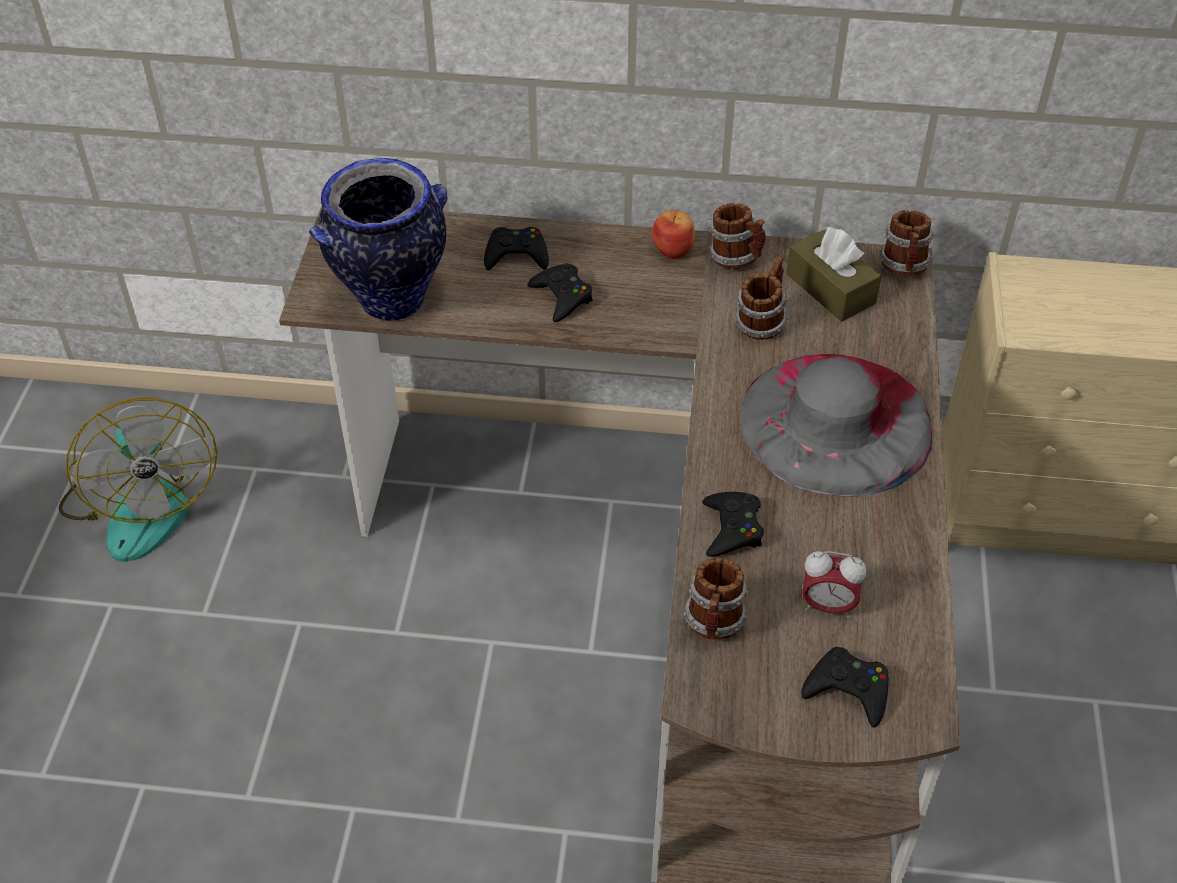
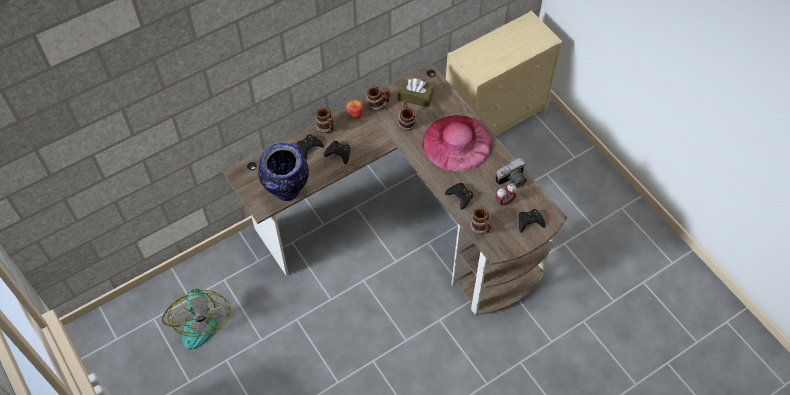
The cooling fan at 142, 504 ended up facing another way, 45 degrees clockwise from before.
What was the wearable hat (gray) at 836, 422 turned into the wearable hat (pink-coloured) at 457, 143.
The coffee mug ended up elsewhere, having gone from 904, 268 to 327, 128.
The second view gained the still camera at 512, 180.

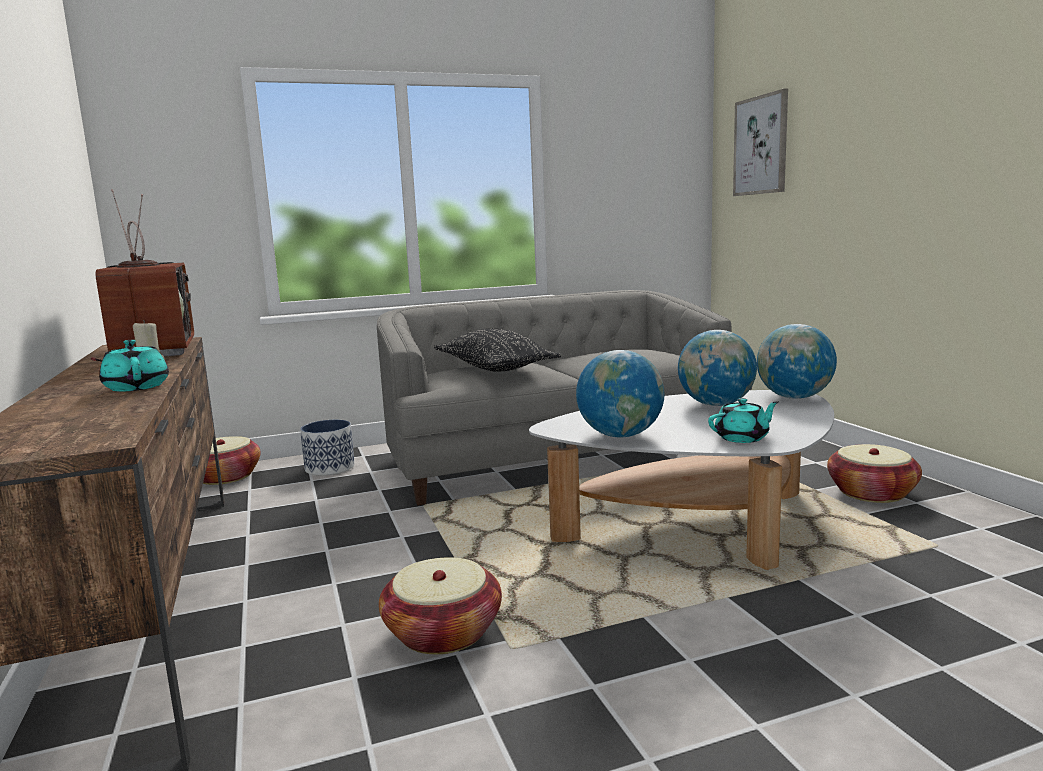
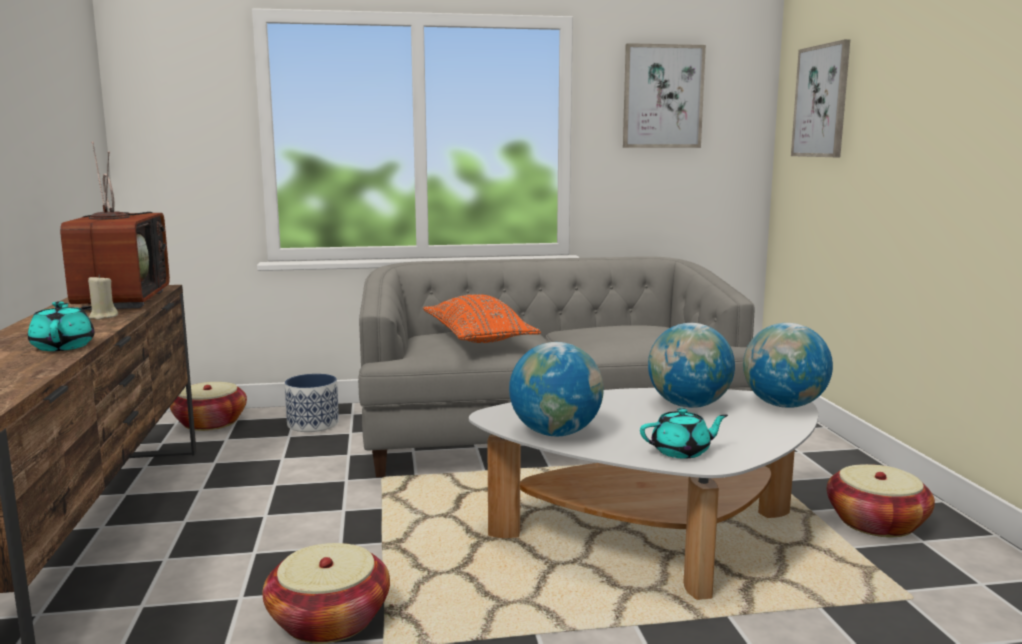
What was the pillow (black) at 494, 368 turned into the pillow (orange-coloured) at 478, 338.
The second view gained the picture at 662, 96.

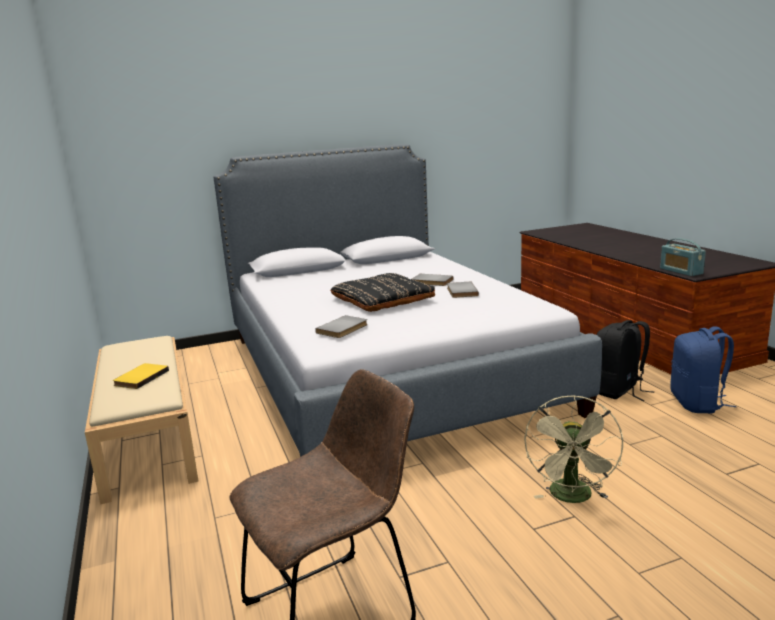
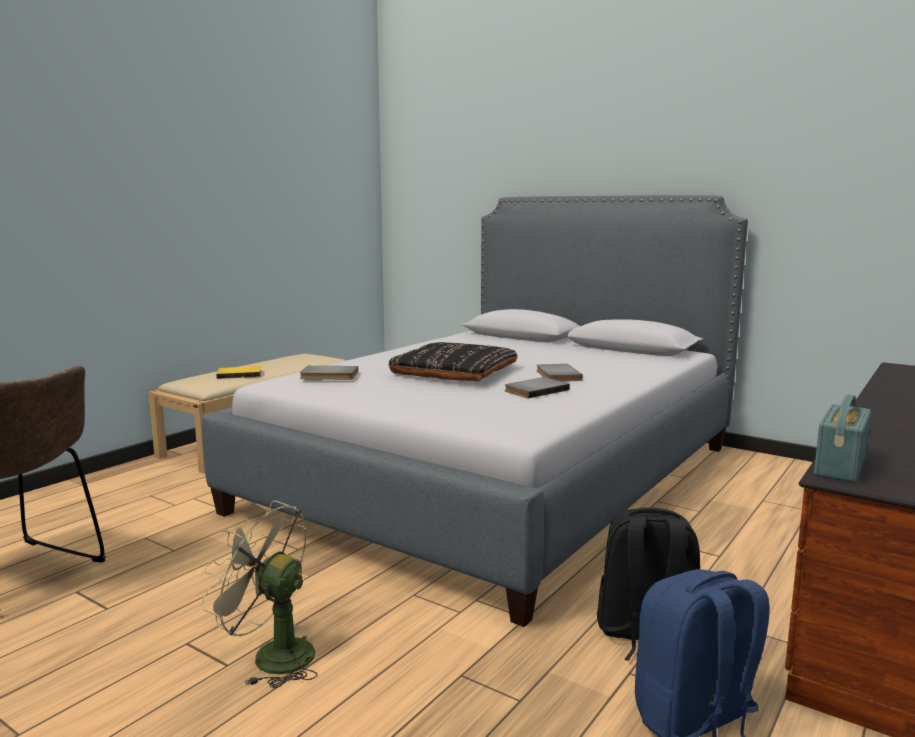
The cooling fan (sand-coloured) at 572, 498 ended up facing another way, 45 degrees clockwise from before.

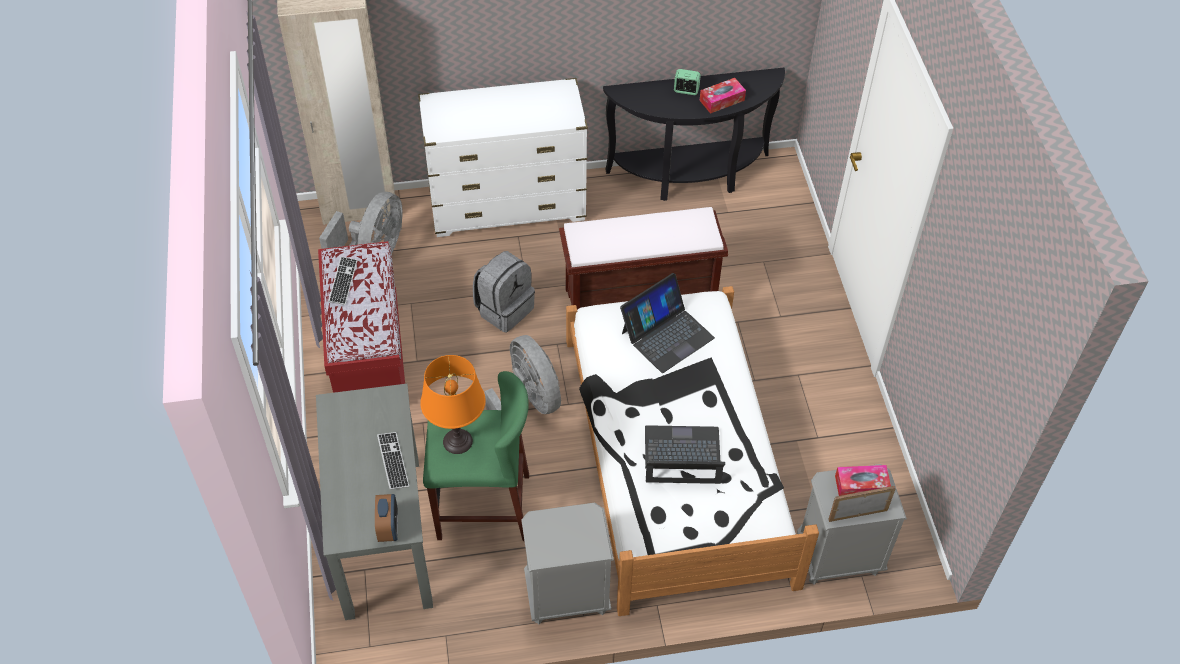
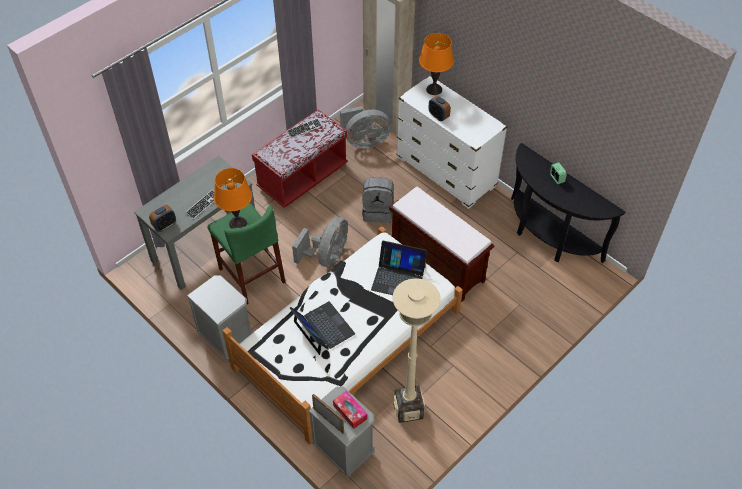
The second view lost the tissue box at 722, 100.
The second view gained the standing lamp (sand-coloured) at 408, 409.
The second view gained the lamp for a table (orange-coloured) at 434, 89.
The second view gained the alarm clock at 438, 116.

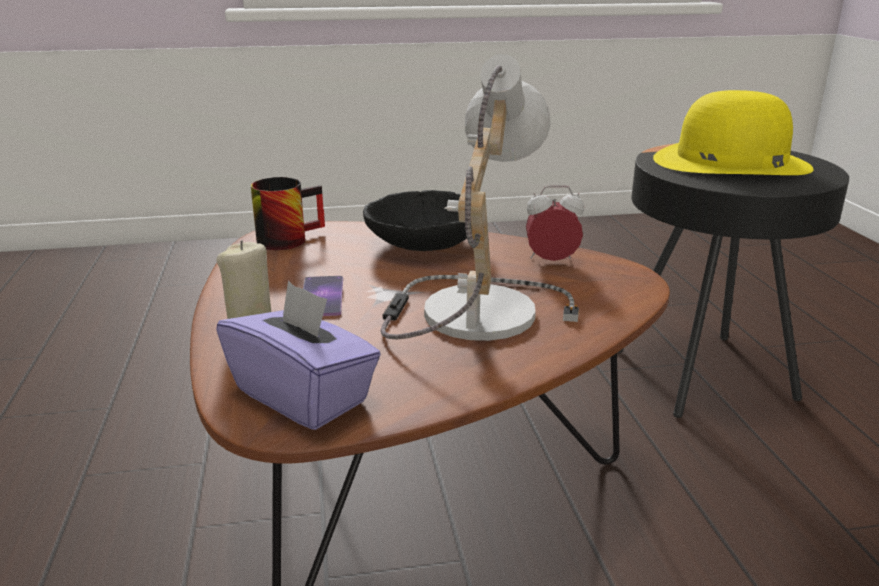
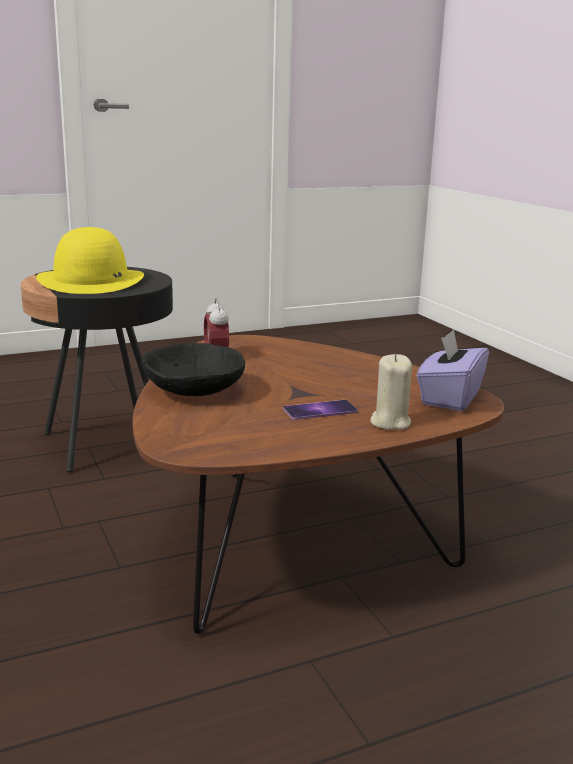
The second view lost the coffee mug at 287, 238.
The second view lost the lamp for a table at 469, 310.

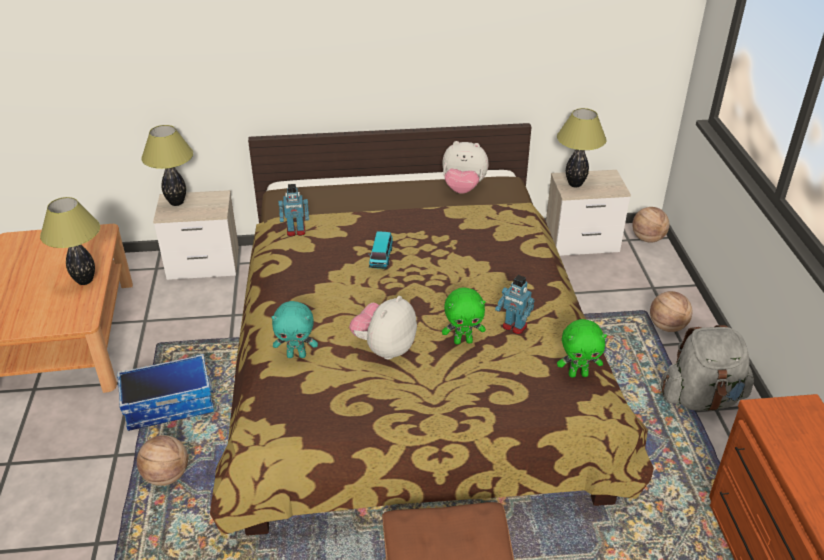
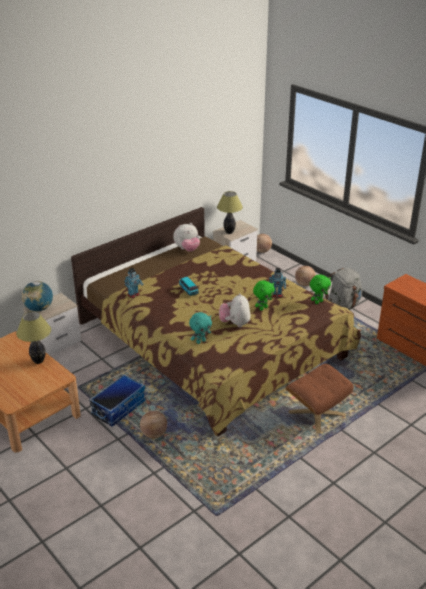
Where the lamp for a table stood at 176, 202, the desk globe came to stand at 39, 308.

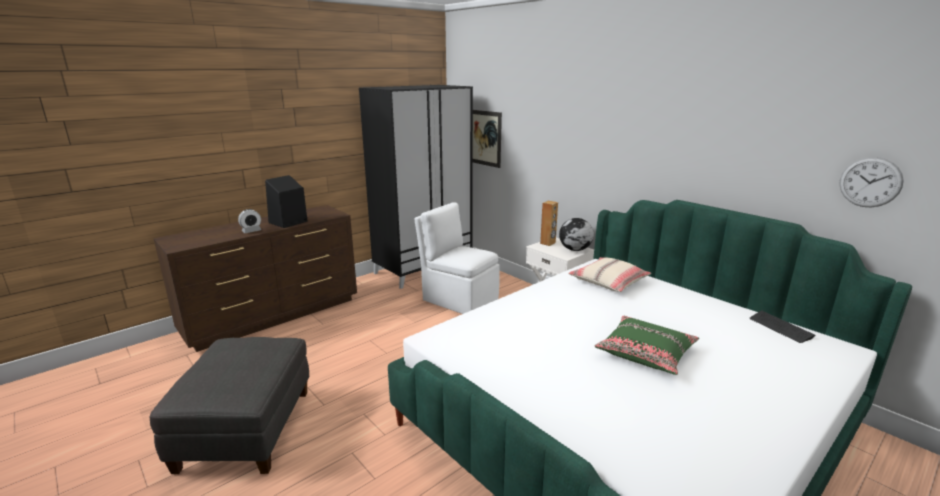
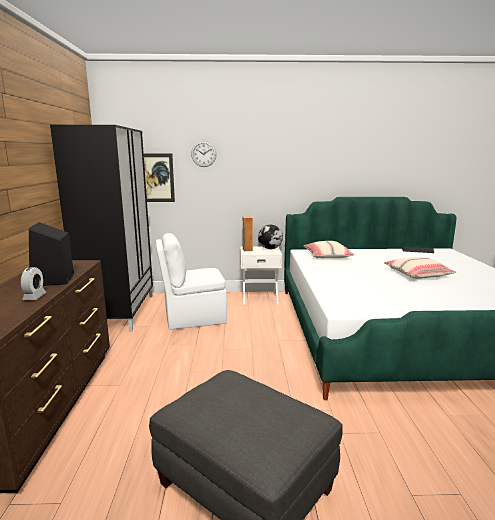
What was the pillow (greenish) at 645, 353 turned into the pillow (sand-coloured) at 417, 274.
The clock on the wall ended up elsewhere, having gone from 870, 182 to 203, 154.

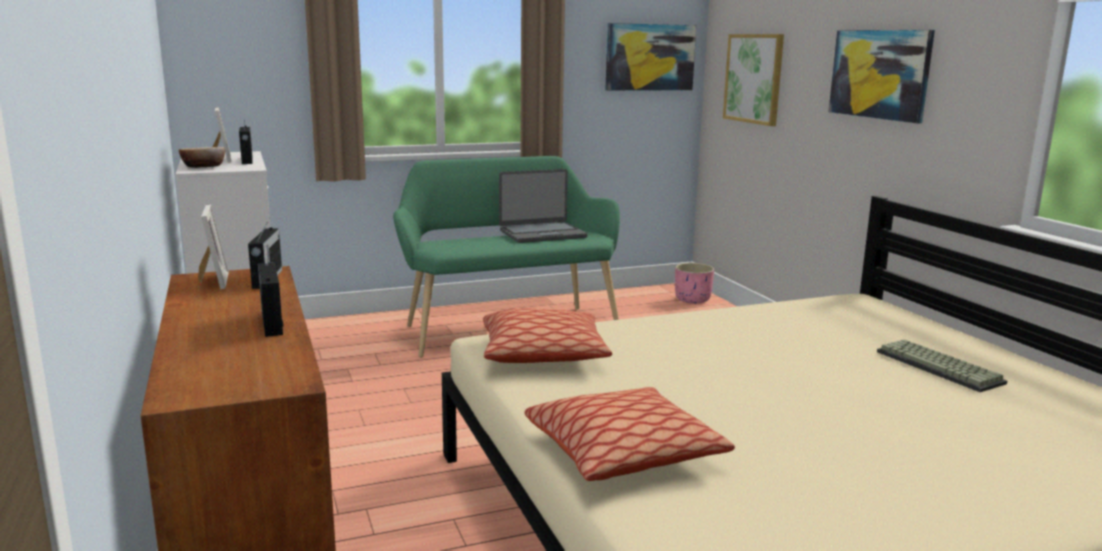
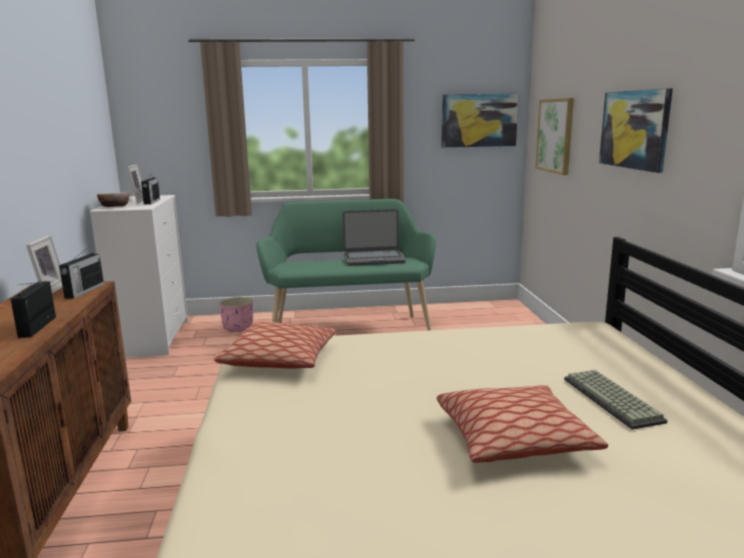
The pillow ended up elsewhere, having gone from 623, 452 to 513, 439.
The planter (pink-coloured) ended up elsewhere, having gone from 693, 300 to 238, 328.

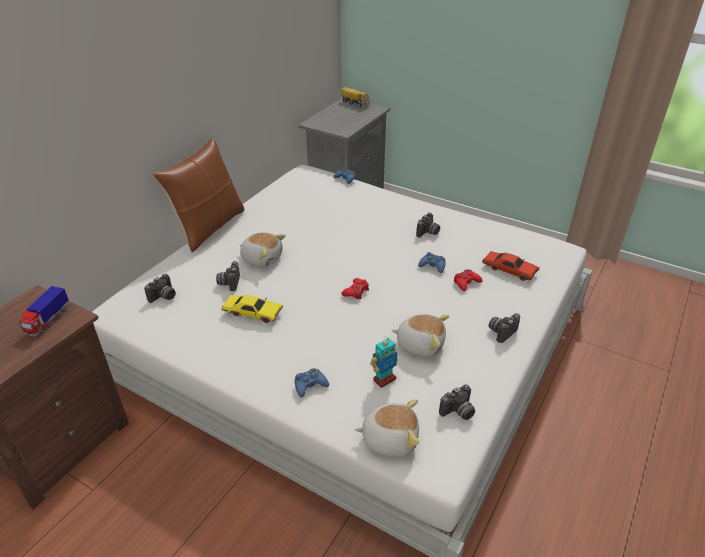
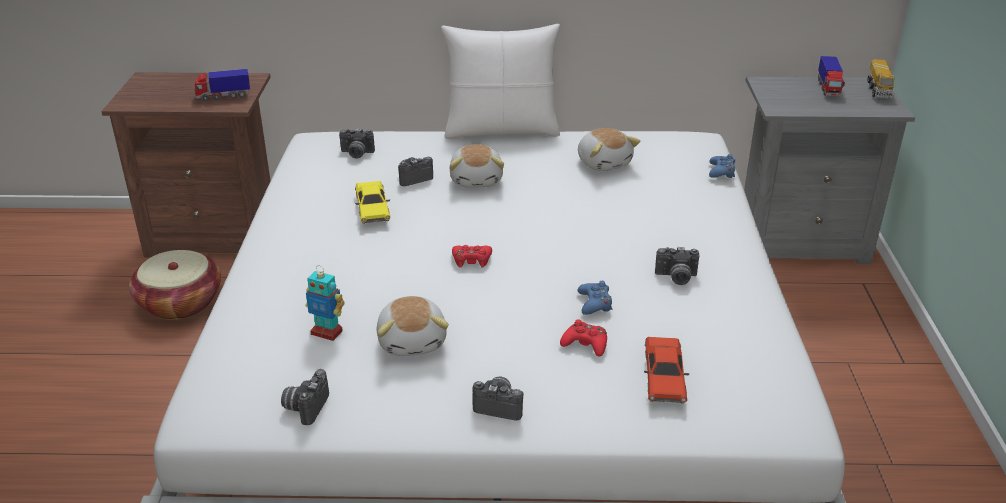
What was the pillow (brown-coloured) at 209, 227 turned into the pillow (whitish) at 501, 130.
The second view lost the game controller (blue-coloured) at 310, 385.
The cuddly toy ended up elsewhere, having gone from 389, 438 to 604, 163.
The still camera at 458, 412 ended up facing another way, 75 degrees clockwise from before.
The second view gained the household basket at 180, 303.
The second view gained the model truck at 828, 88.

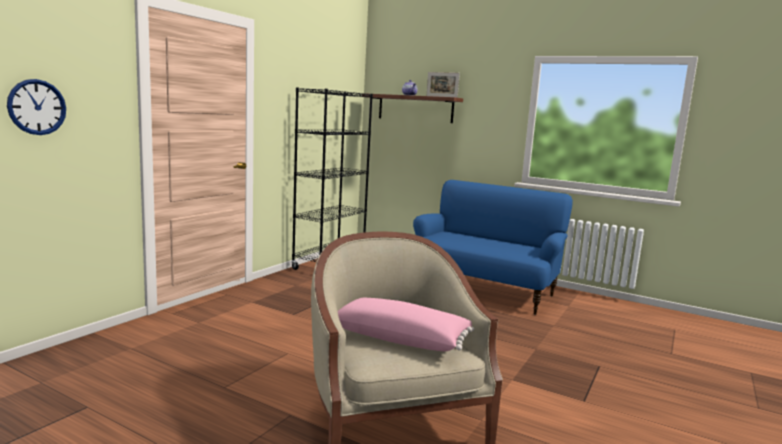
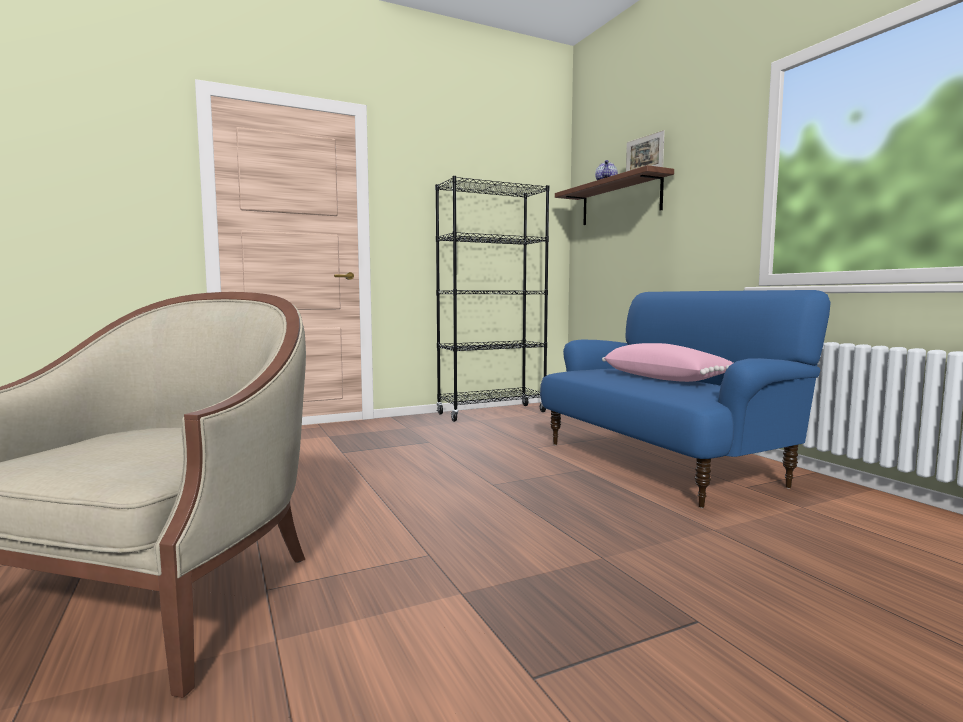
The second view lost the clock on the wall at 37, 107.
The pillow (pink-coloured) ended up elsewhere, having gone from 401, 339 to 665, 379.

